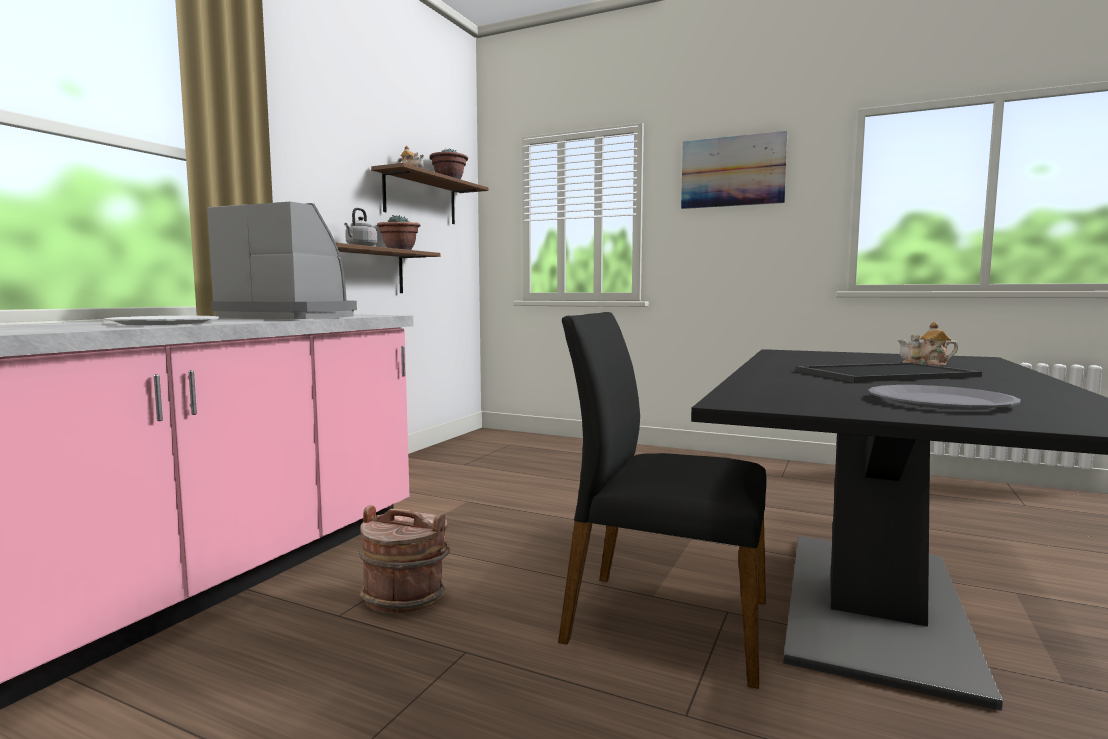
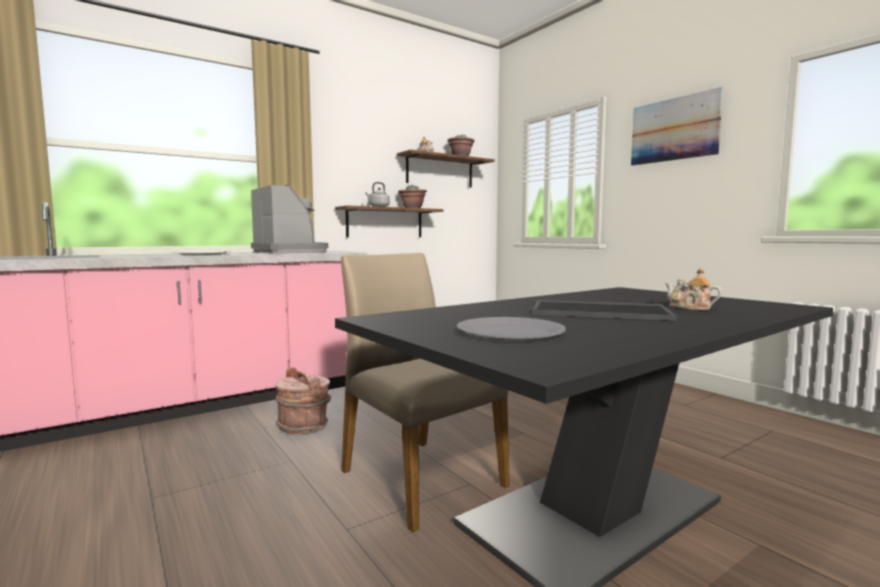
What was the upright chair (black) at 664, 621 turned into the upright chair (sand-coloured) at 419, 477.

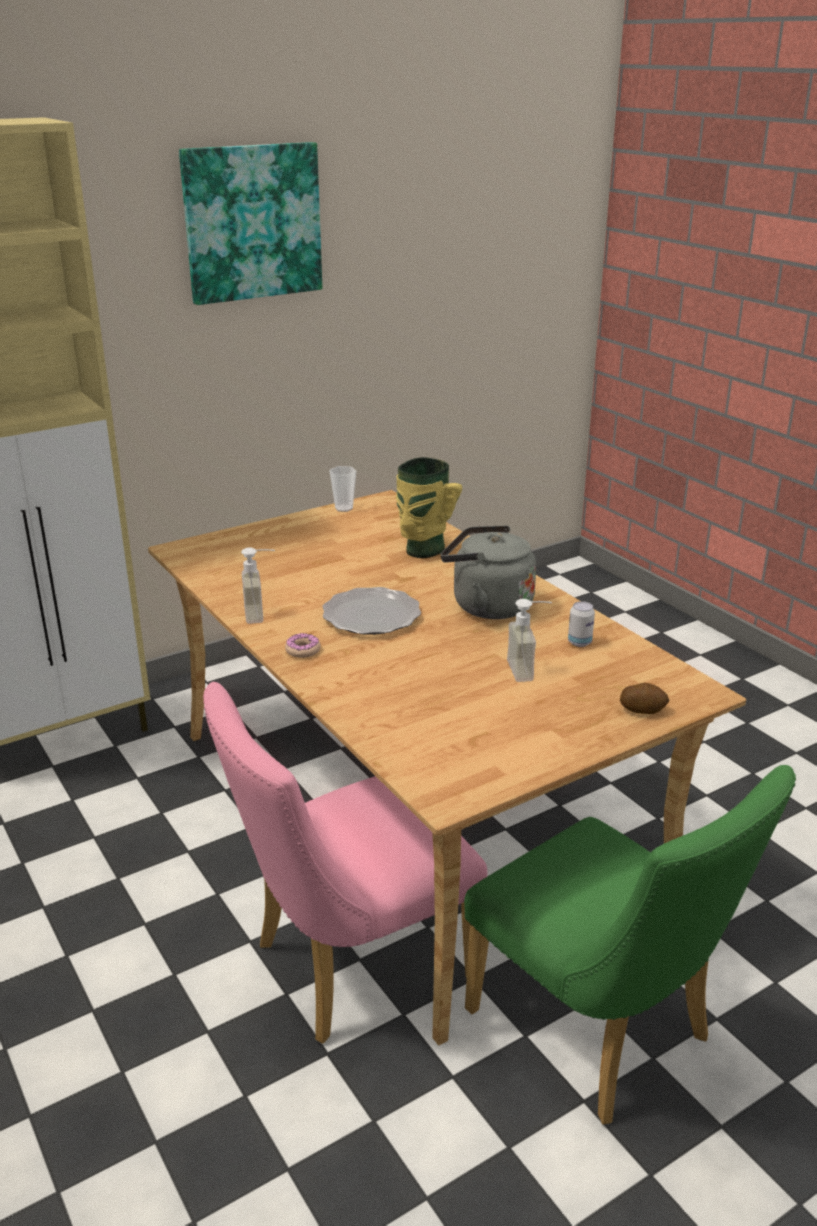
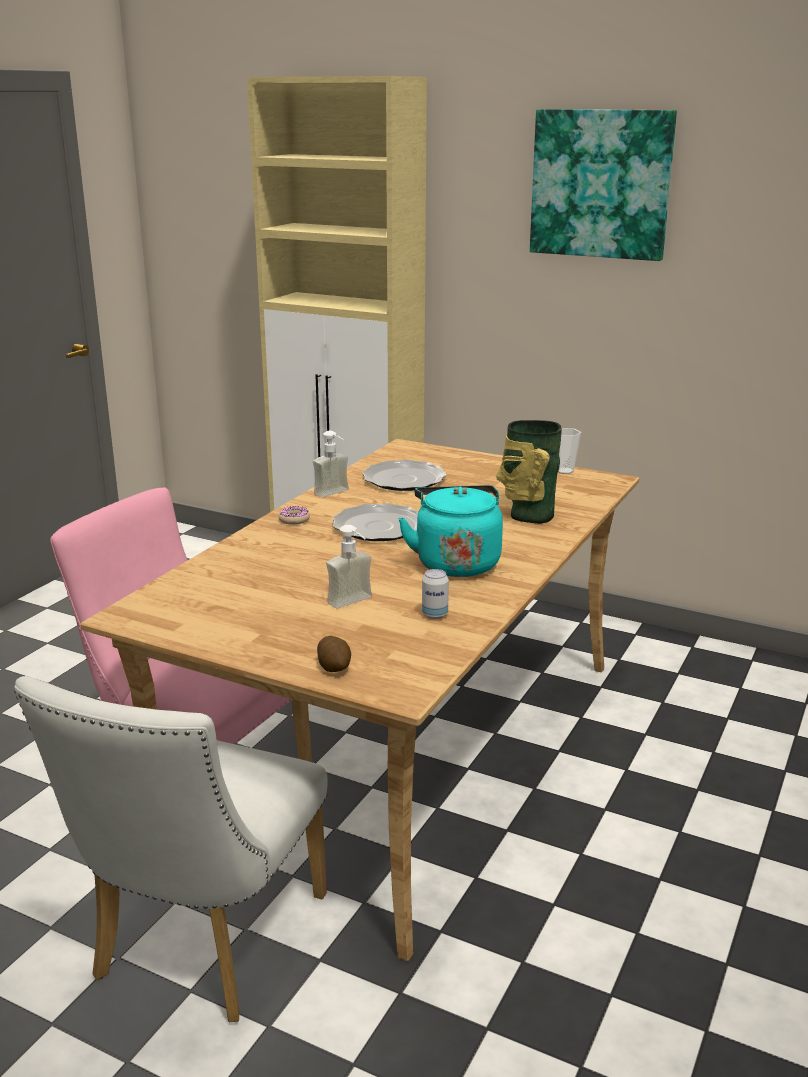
What was the tea kettle (gray) at 487, 606 turned into the tea kettle (blue-green) at 456, 562.
What was the upright chair (greenish) at 601, 1034 turned into the upright chair (whitish) at 201, 947.
The second view gained the flat dish at 403, 479.

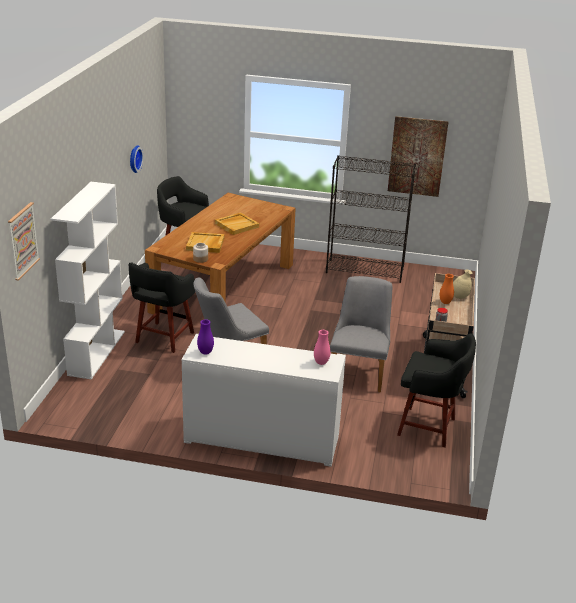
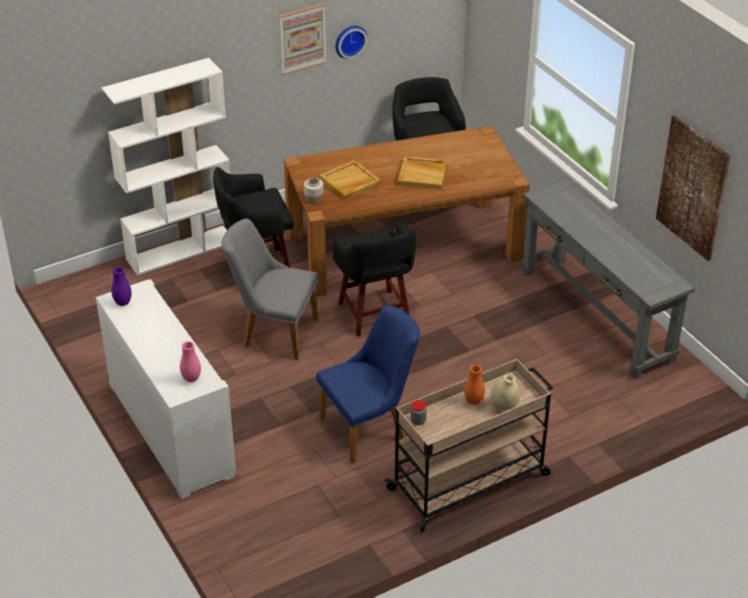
The picture ended up elsewhere, having gone from 23, 240 to 302, 38.
Where the shelving unit (black) stood at 365, 271, the narrow table (gray) came to stand at 595, 315.
What was the upright chair (gray) at 359, 372 turned into the upright chair (blue-coloured) at 370, 428.
The stool seat (black) ended up elsewhere, having gone from 429, 427 to 375, 315.

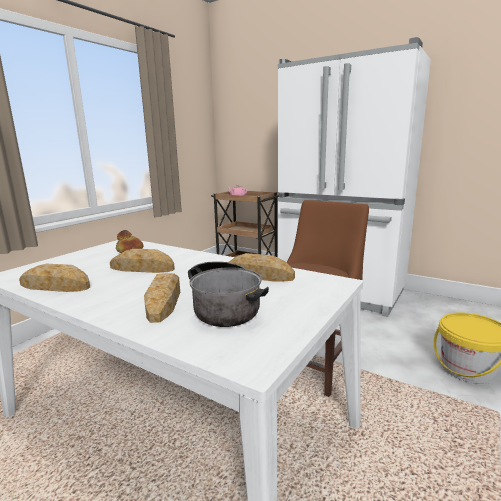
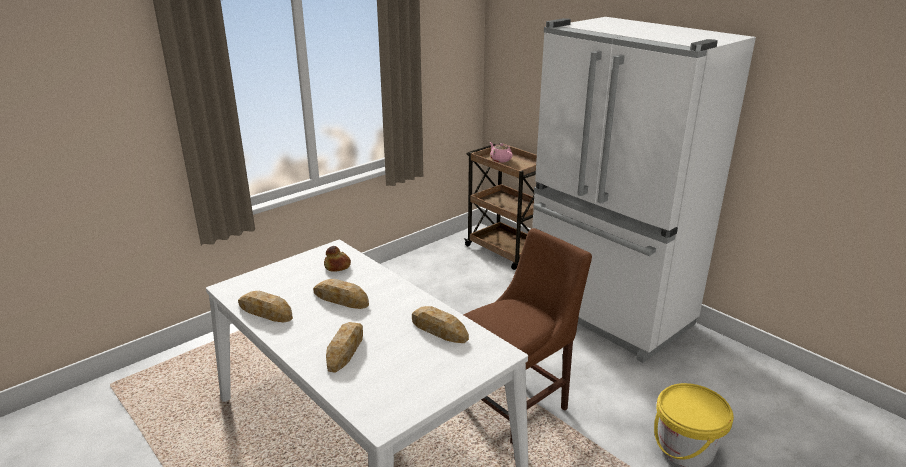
The second view lost the cooking pot at 225, 307.

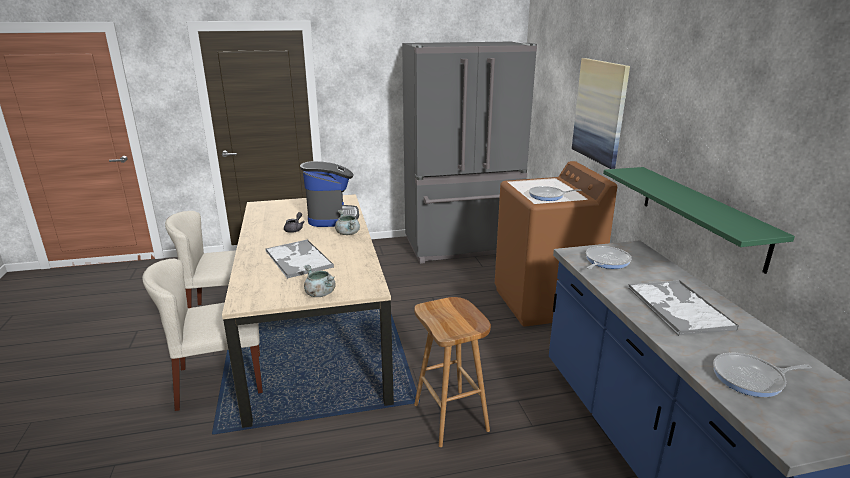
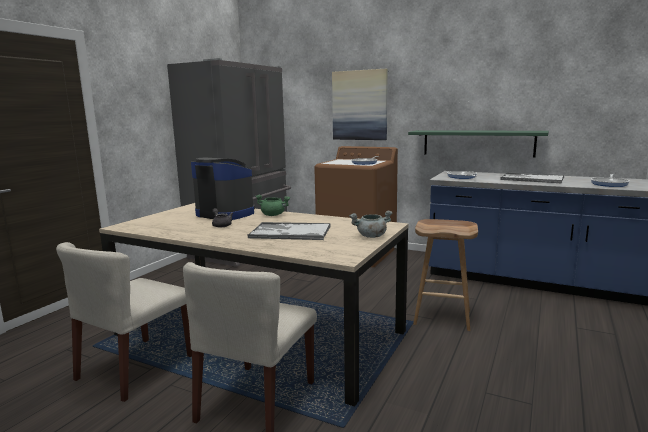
What was the cooking pot (gray) at 348, 233 turned into the cooking pot (greenish) at 273, 215.

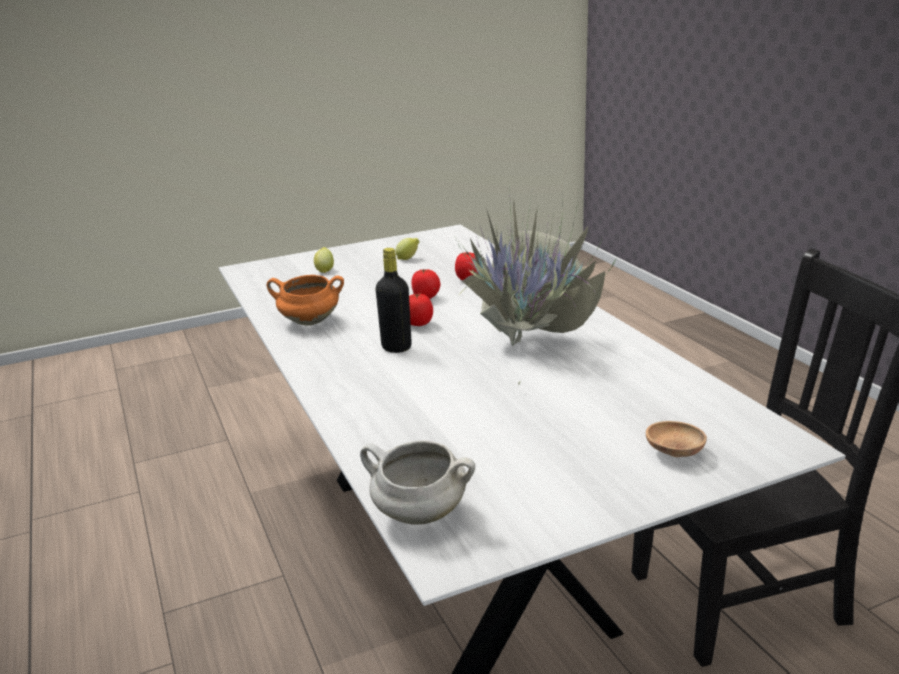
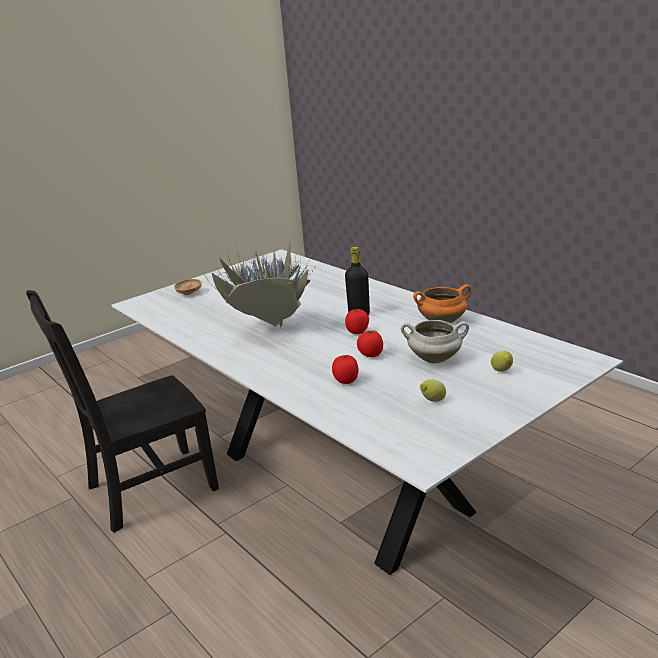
The cooking pot (whitish) ended up elsewhere, having gone from 418, 515 to 435, 359.

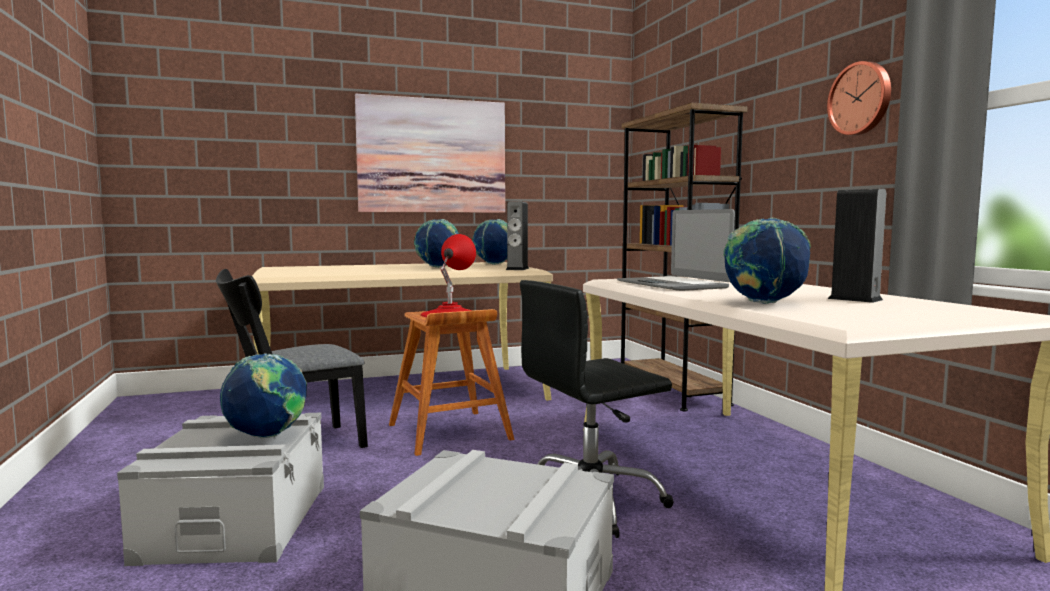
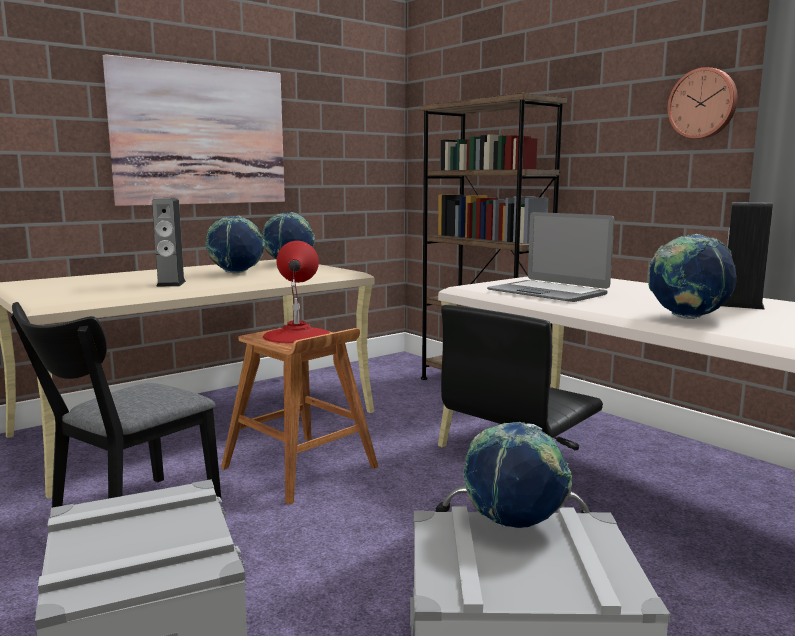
The desk globe ended up elsewhere, having gone from 267, 436 to 514, 524.
The audio speaker ended up elsewhere, having gone from 517, 269 to 171, 283.

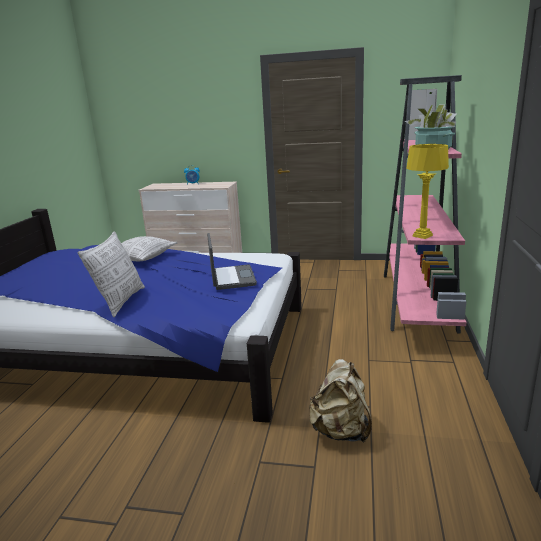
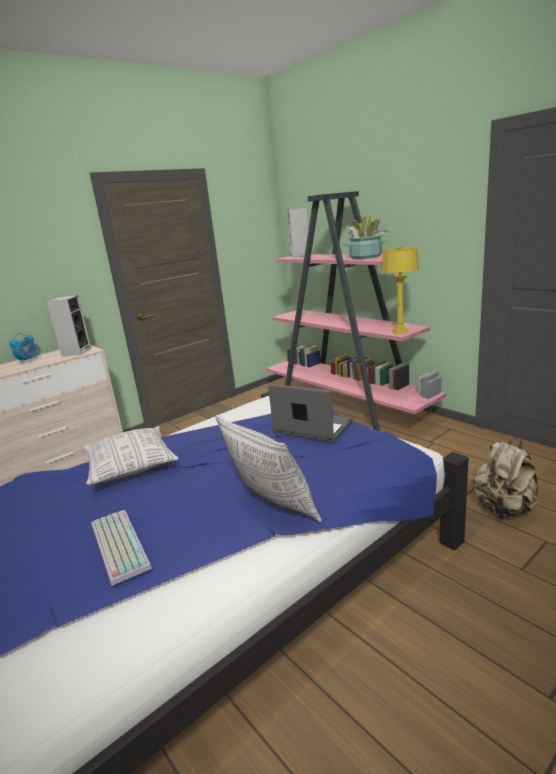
The second view gained the audio speaker at 76, 352.
The second view gained the computer keyboard at 117, 545.

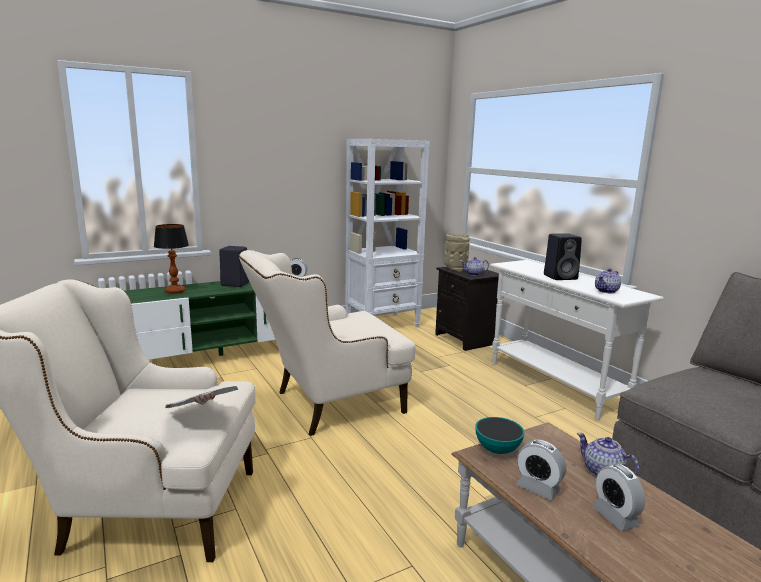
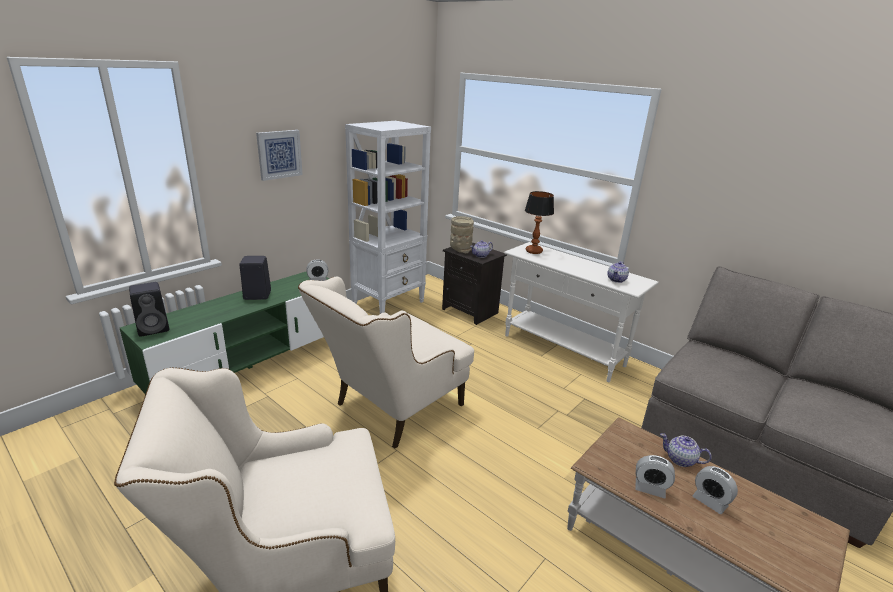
The lamp for a table ended up elsewhere, having gone from 175, 291 to 534, 251.
The second view lost the daily paper at 203, 415.
The second view lost the serving bowl at 497, 450.
The audio speaker (black) ended up elsewhere, having gone from 561, 277 to 154, 328.
The second view gained the picture at 279, 154.

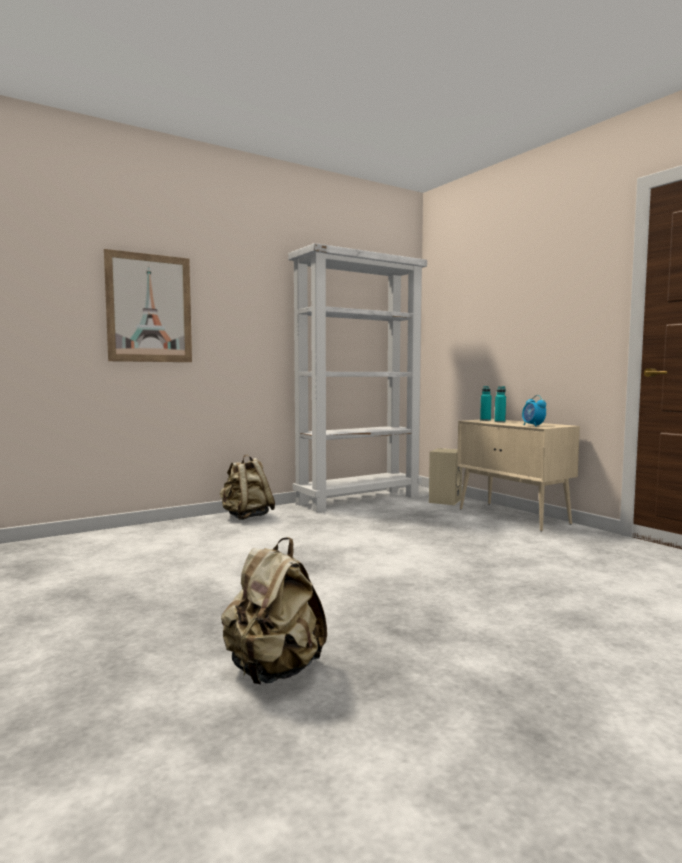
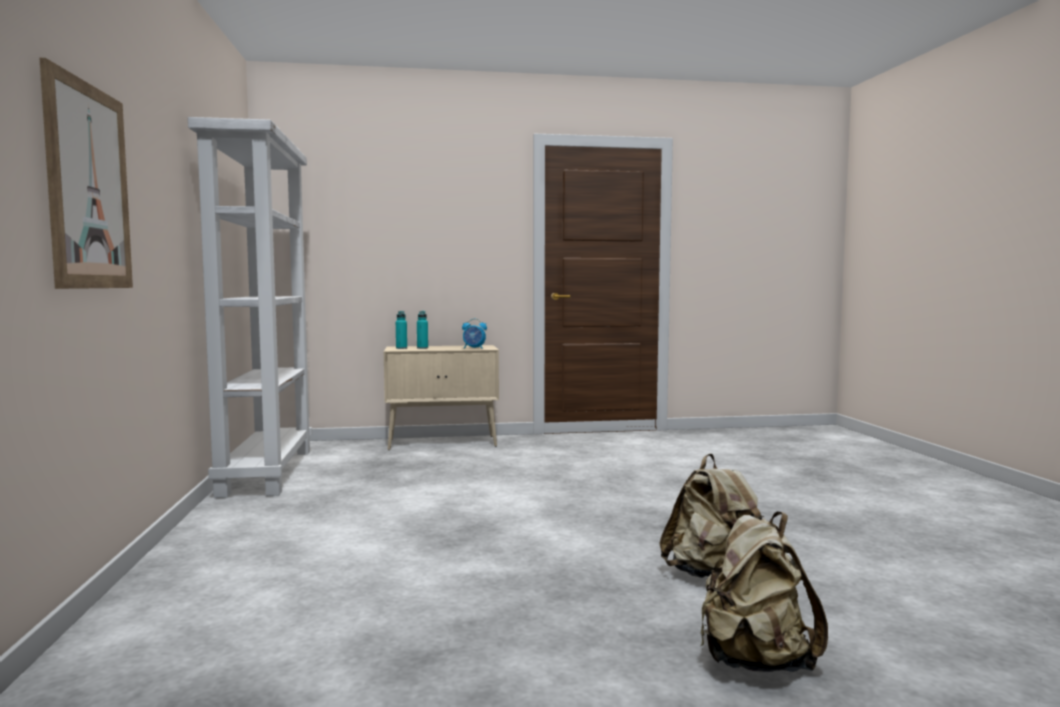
The knapsack (sand-coloured) ended up elsewhere, having gone from 246, 517 to 754, 661.
The second view lost the audio speaker (sand-coloured) at 444, 500.

